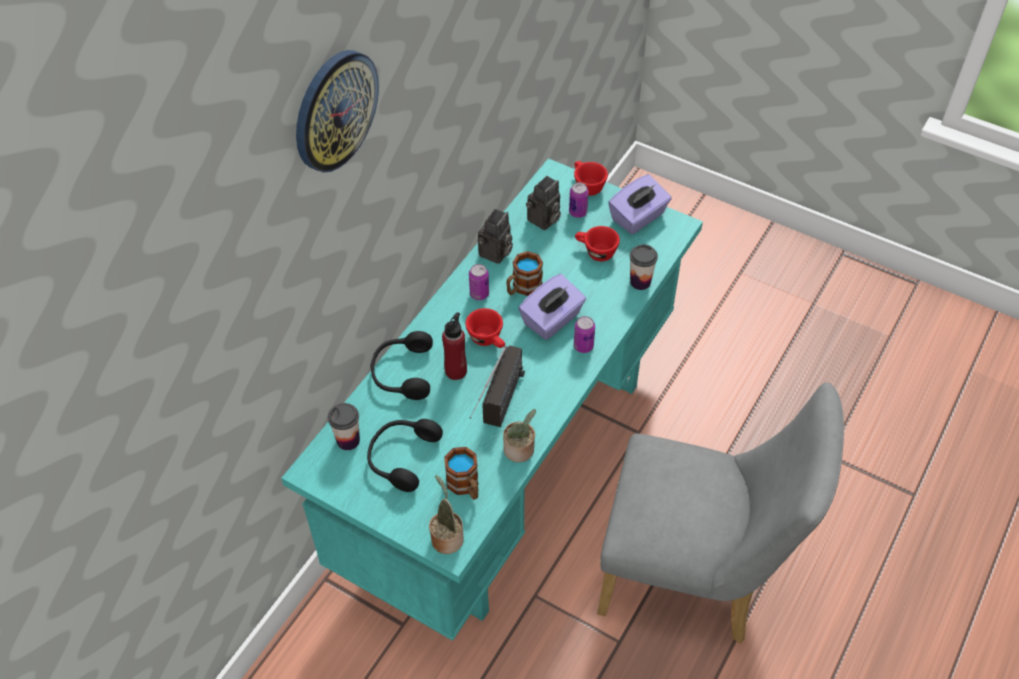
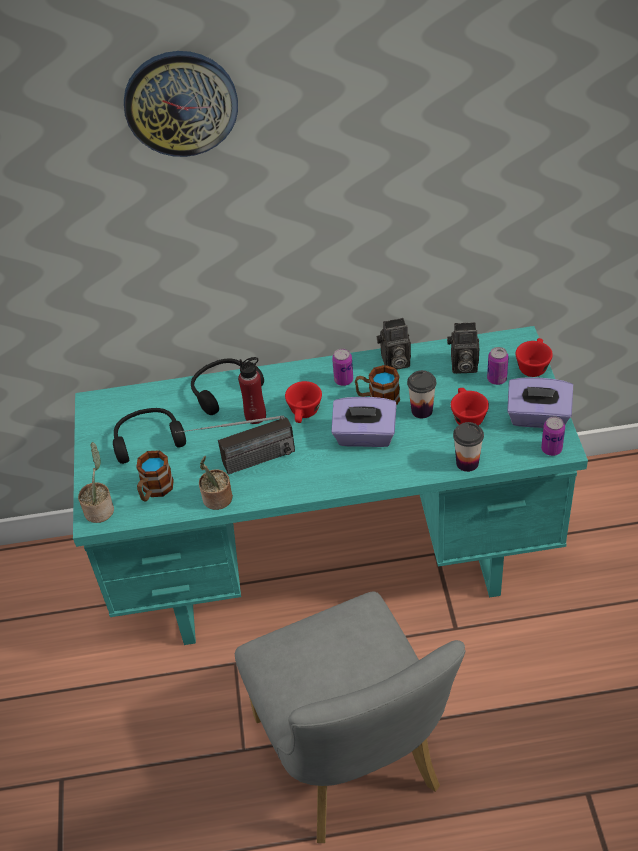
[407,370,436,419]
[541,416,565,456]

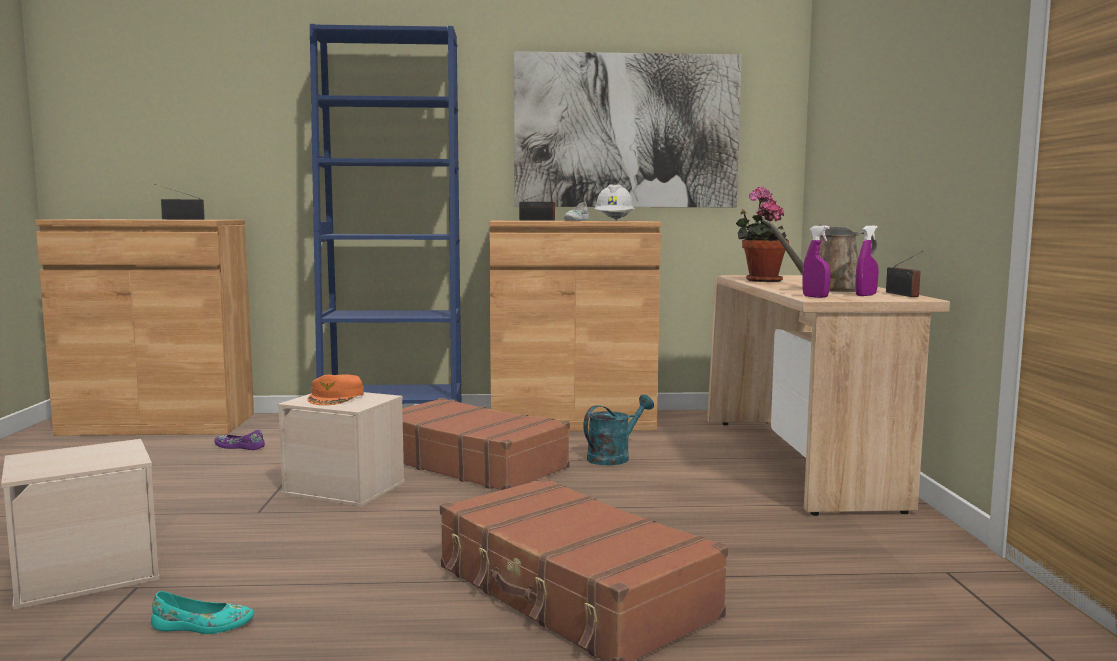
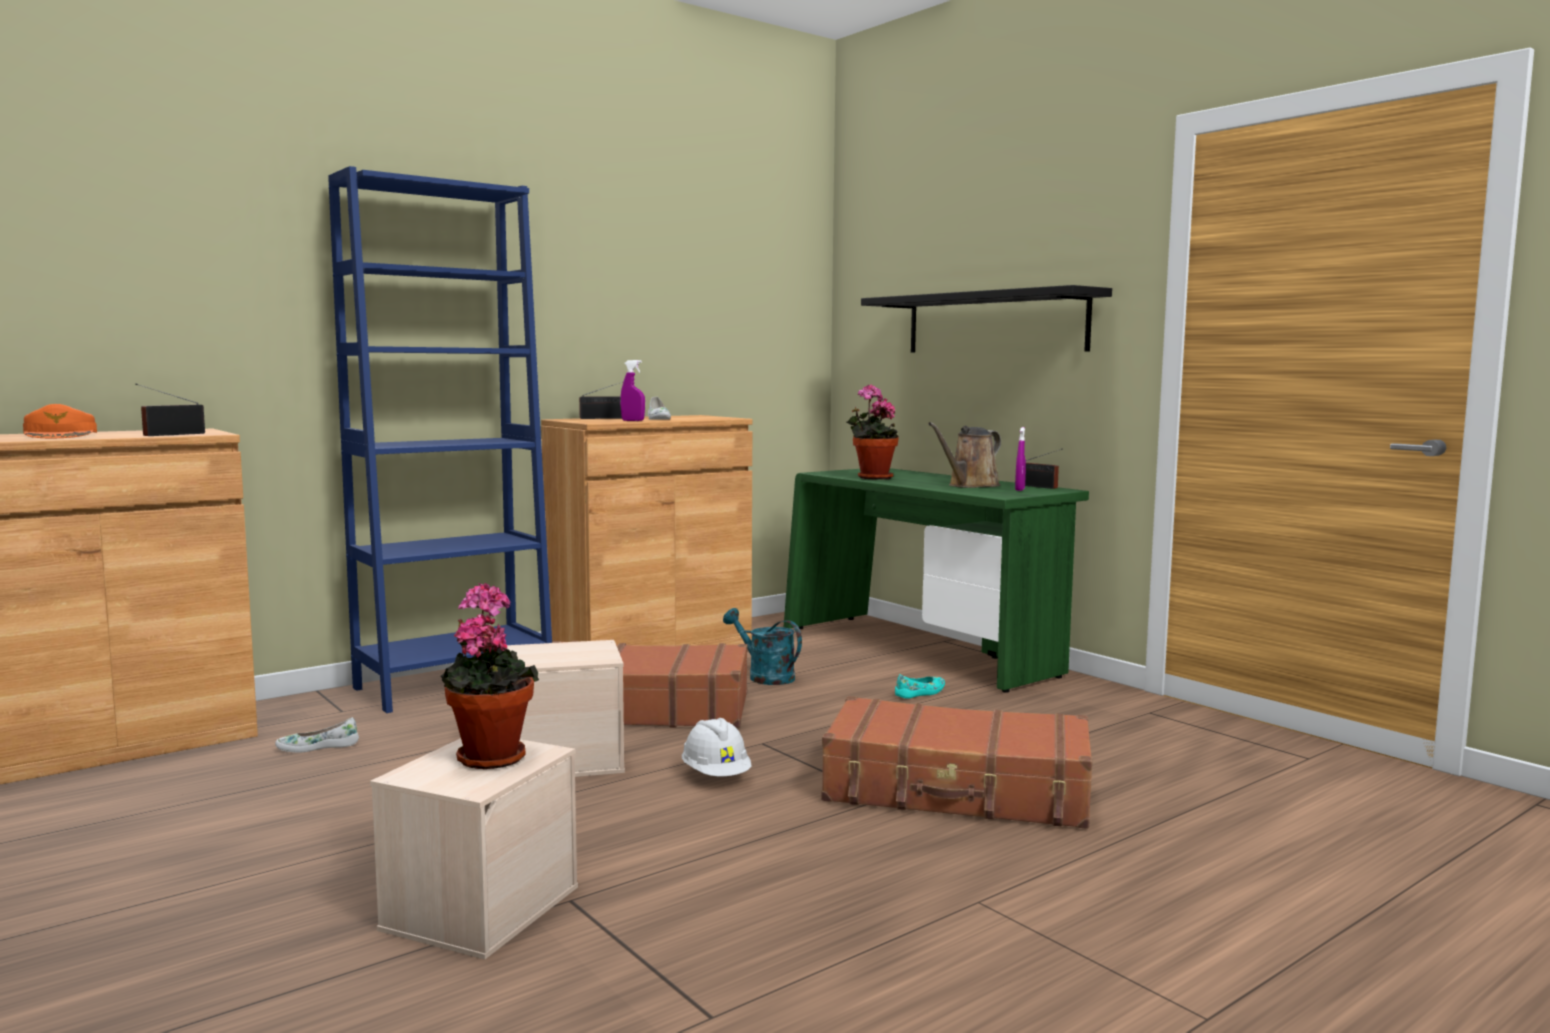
[895,674,945,699]
[275,717,359,753]
[23,404,97,438]
[514,51,742,207] (first image)
[723,608,802,685]
[682,718,752,776]
[784,468,1089,693]
[620,360,645,421]
[440,583,539,769]
[861,285,1112,352]

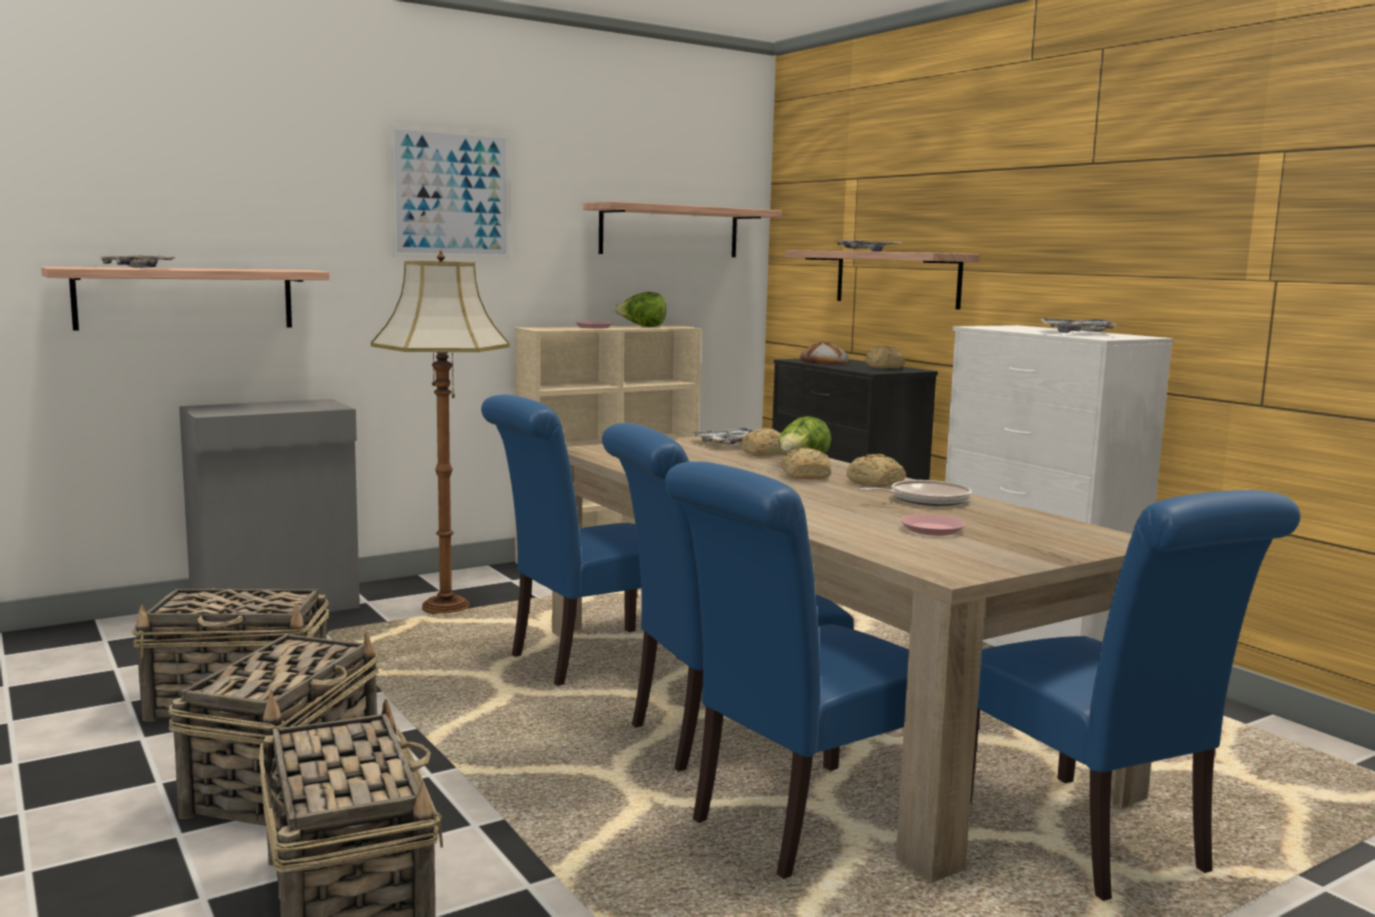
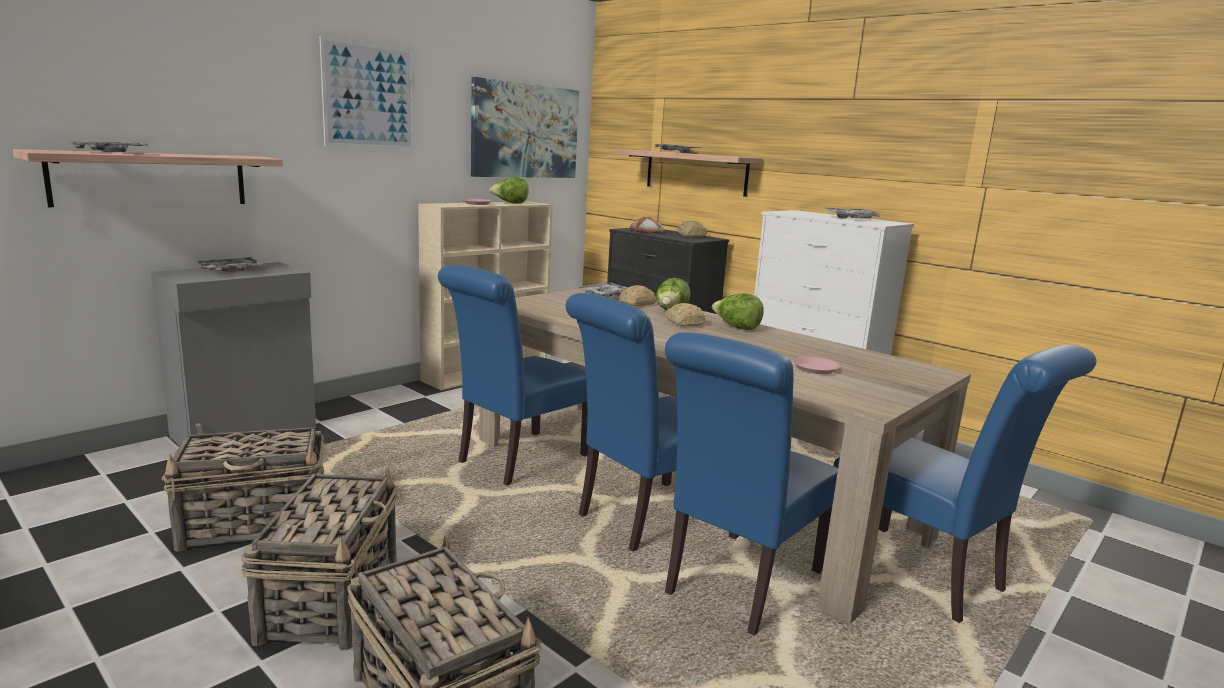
[371,249,510,614] (first image)
[471,77,579,178]
[712,293,764,330]
[860,480,972,506] (first image)
[197,257,265,271]

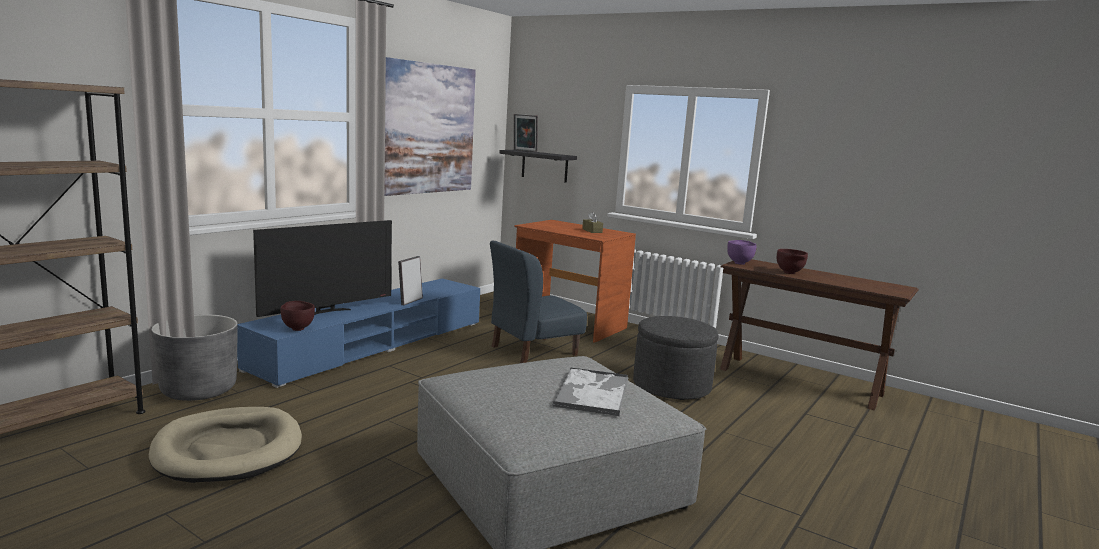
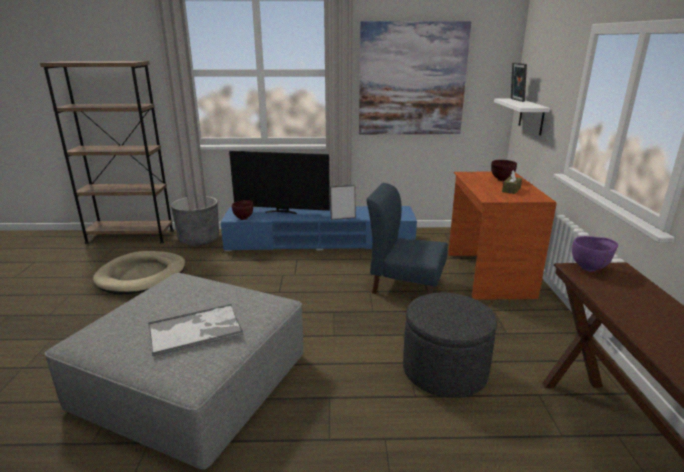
[494,98,550,135]
[491,160,517,181]

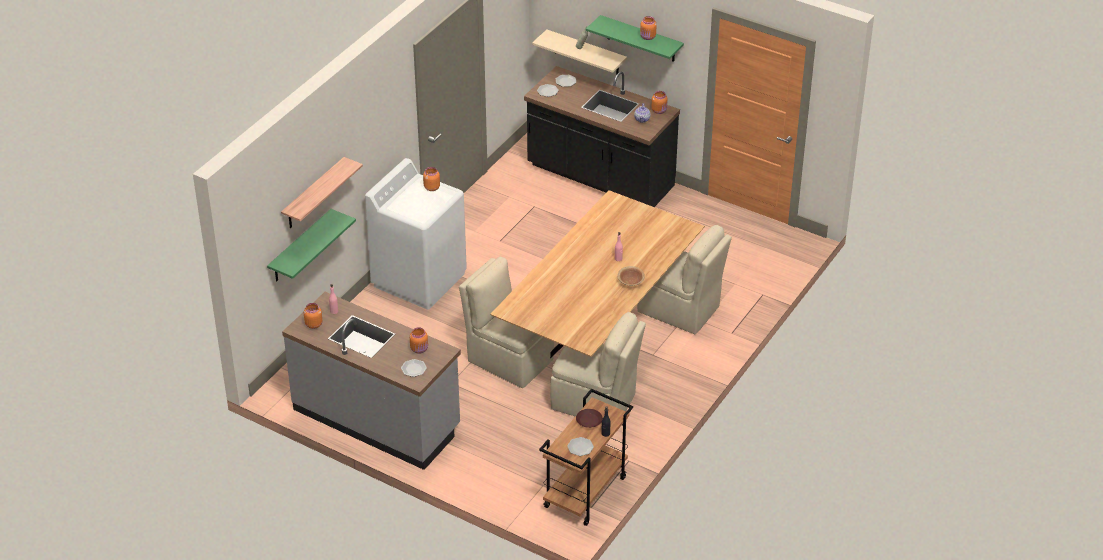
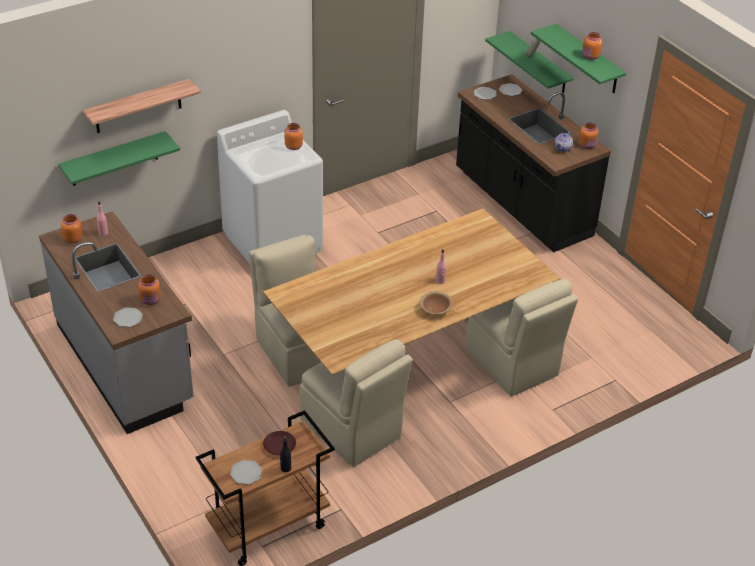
[485,31,573,96]

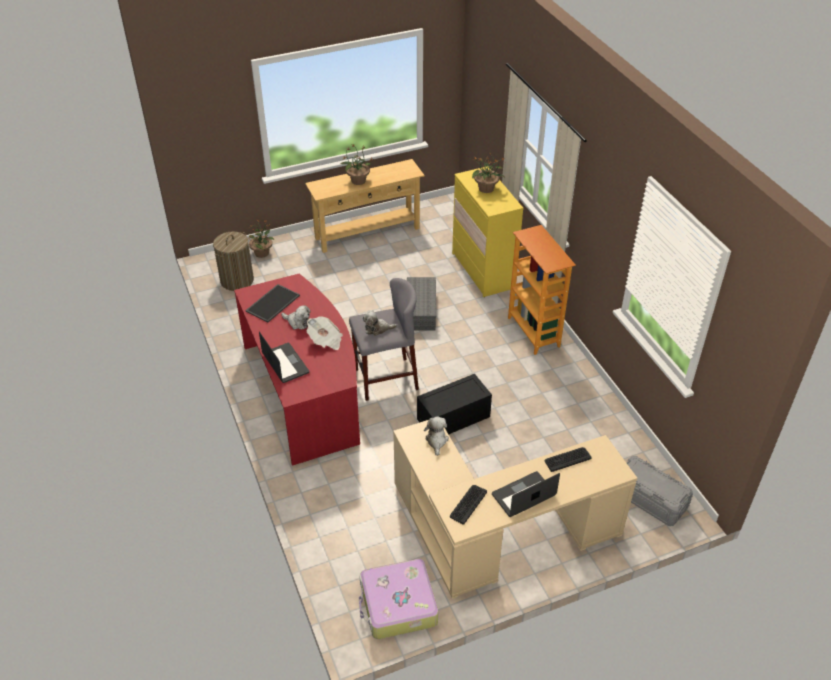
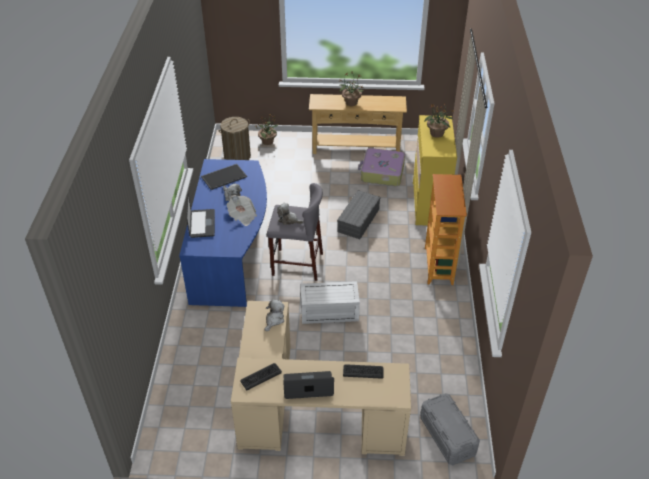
[179,159,267,307]
[358,148,405,186]
[300,281,360,324]

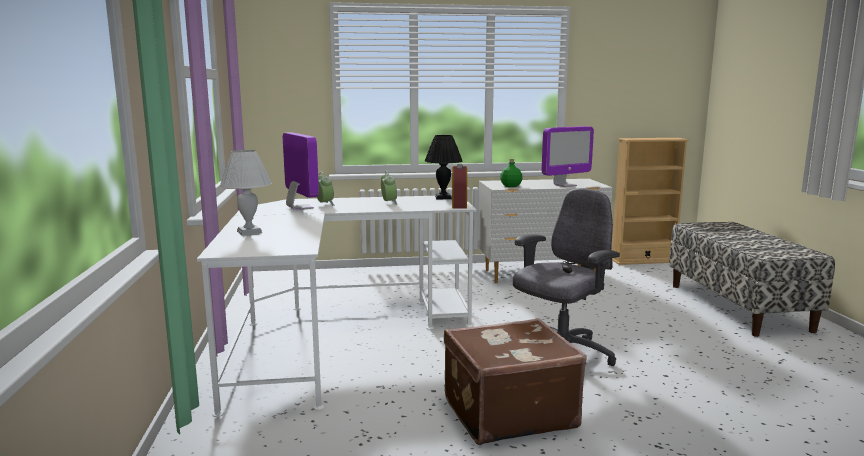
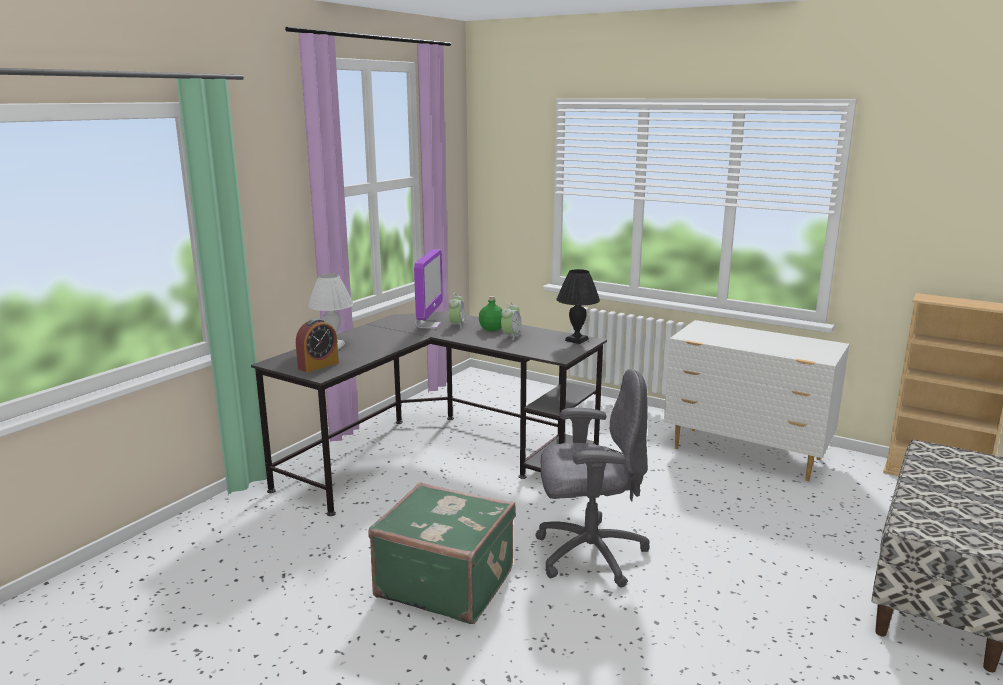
[251,311,607,516]
[368,482,516,624]
[296,318,339,373]
[479,296,503,331]
[542,126,594,187] (first image)

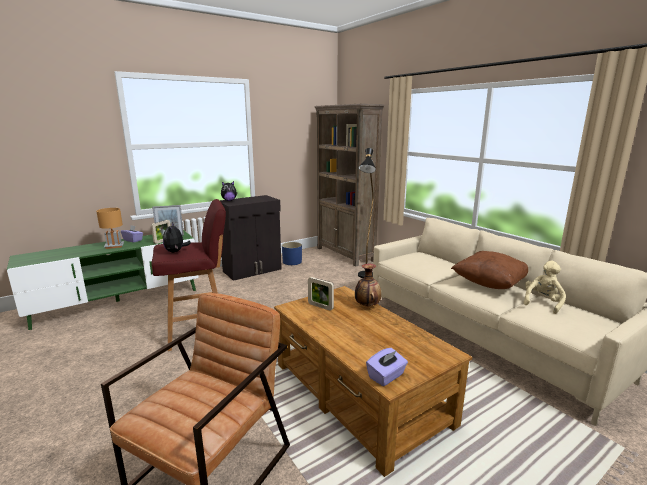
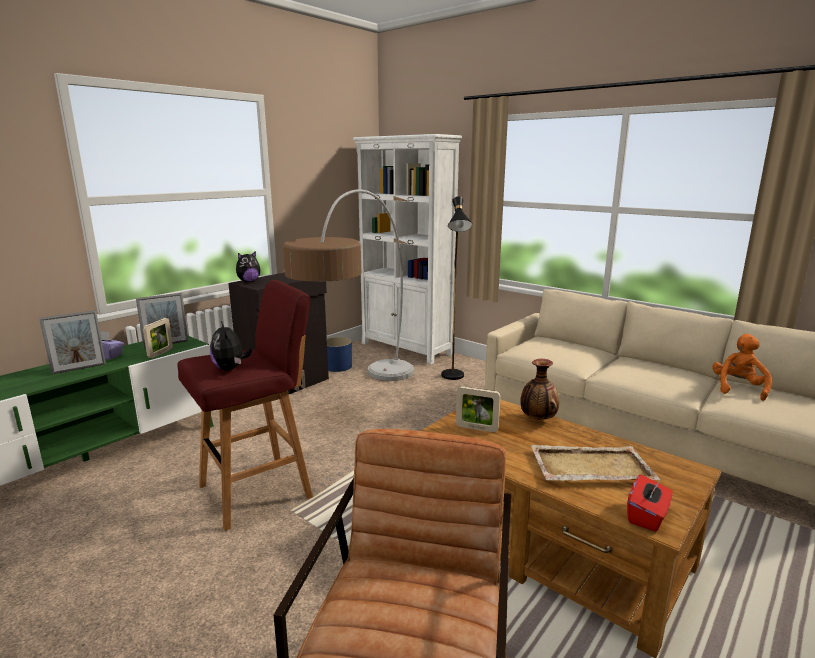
[39,310,106,375]
[353,134,462,364]
[627,475,673,532]
[451,251,528,289] (first image)
[713,334,772,401]
[283,189,414,381]
[531,445,660,481]

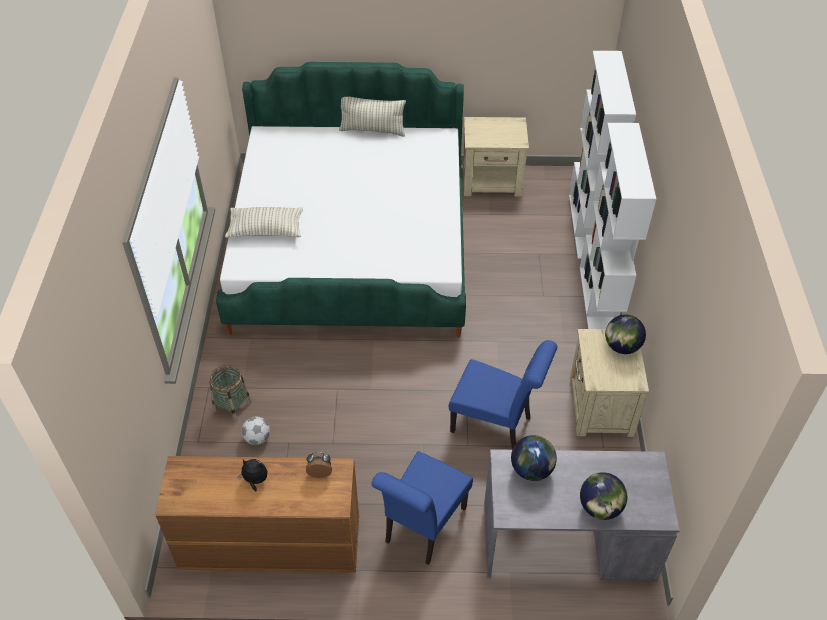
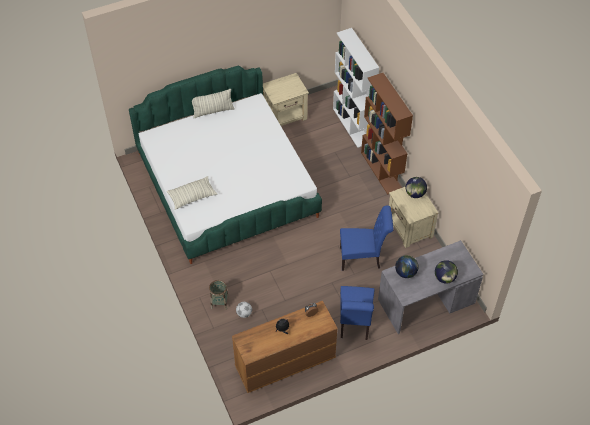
[361,73,413,194]

